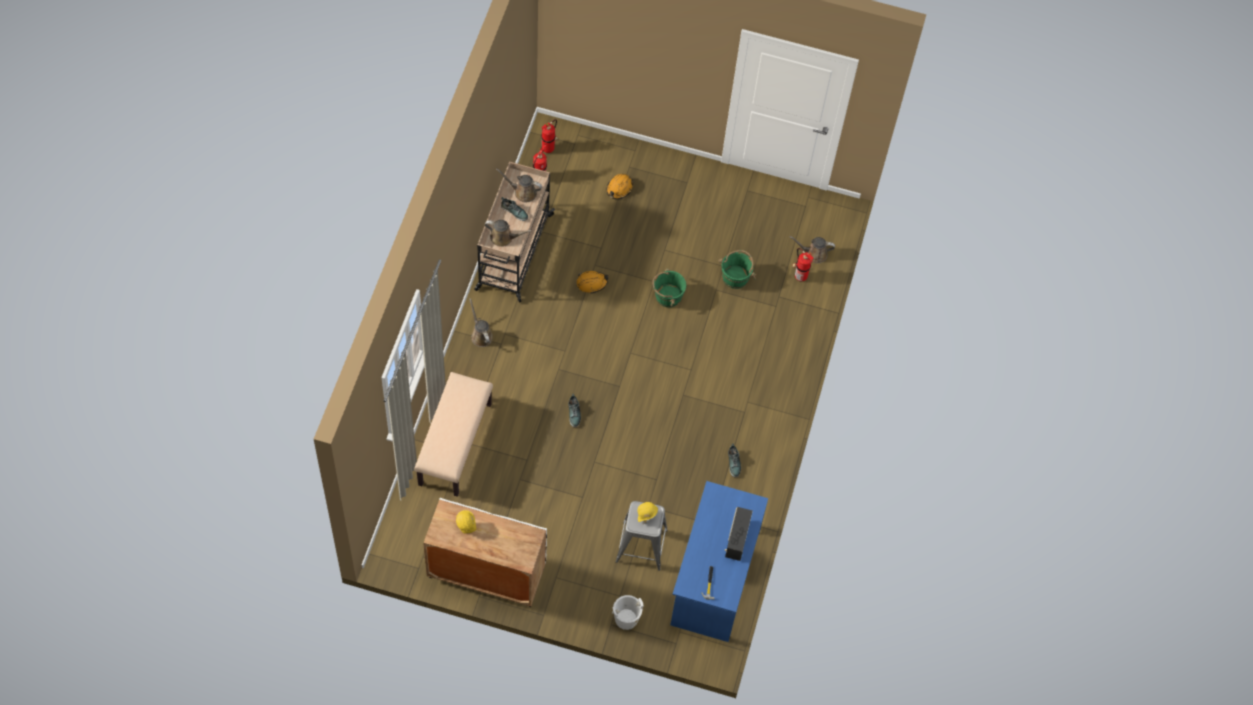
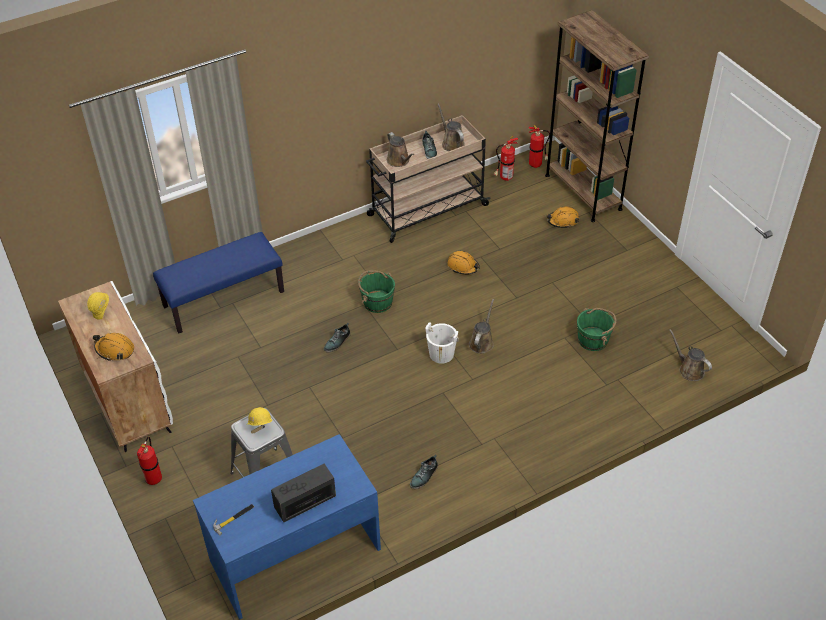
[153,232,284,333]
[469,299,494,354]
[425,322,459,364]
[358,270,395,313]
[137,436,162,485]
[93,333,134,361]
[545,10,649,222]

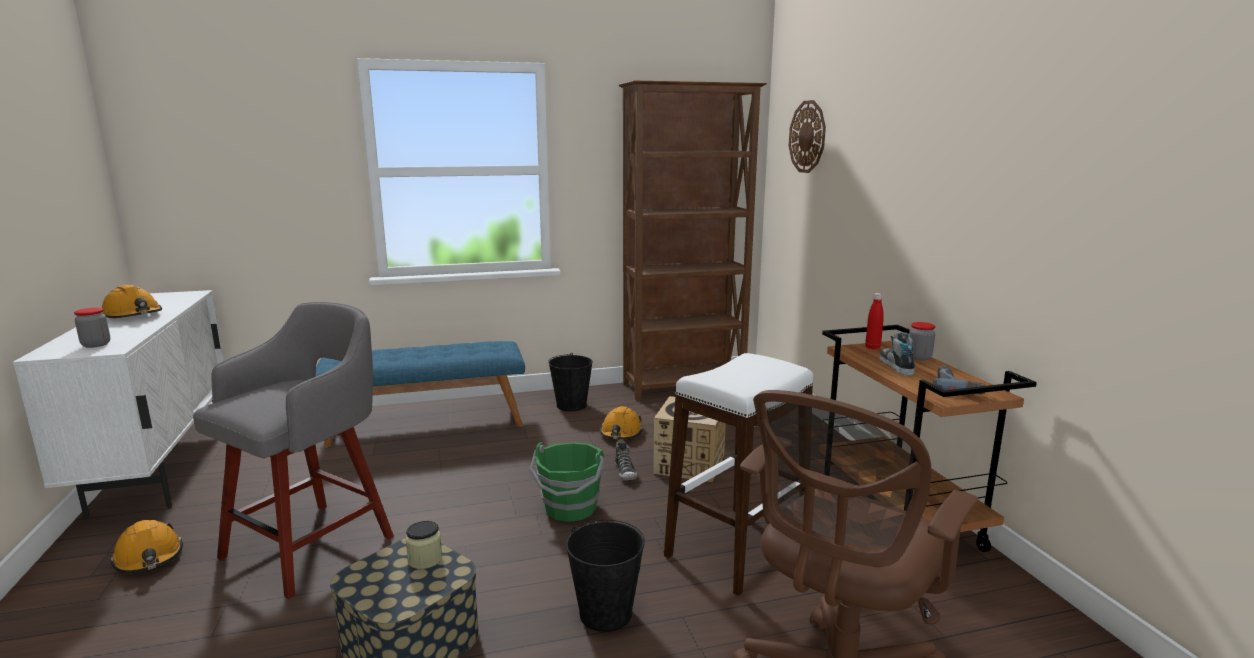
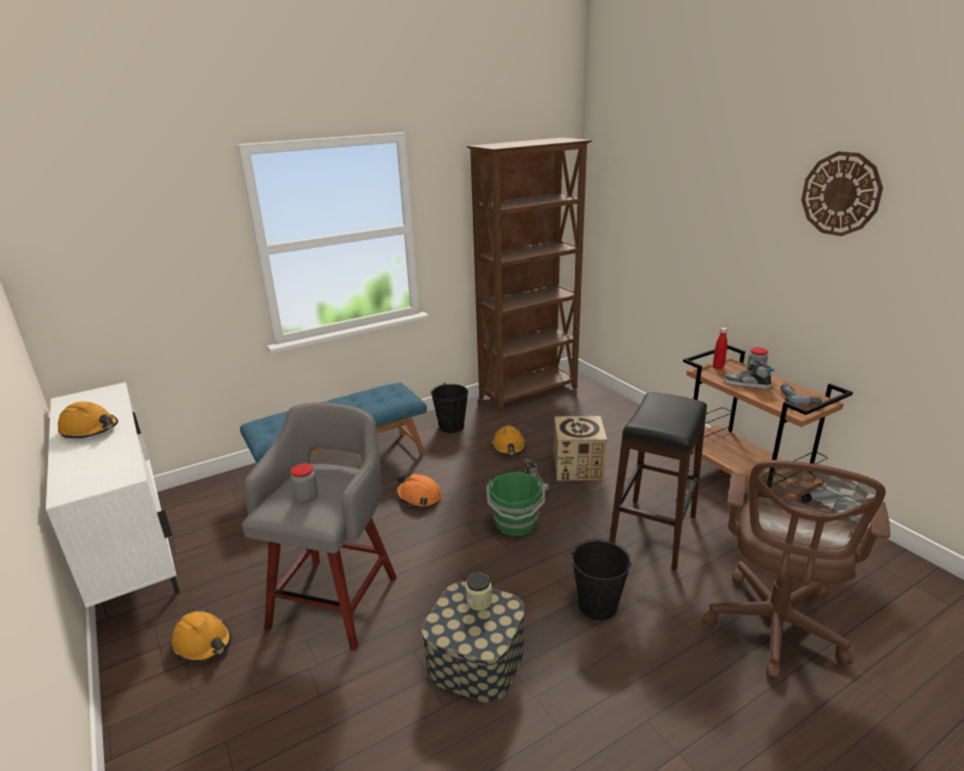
[290,463,318,503]
[609,392,707,571]
[801,151,883,236]
[724,359,774,389]
[396,474,442,506]

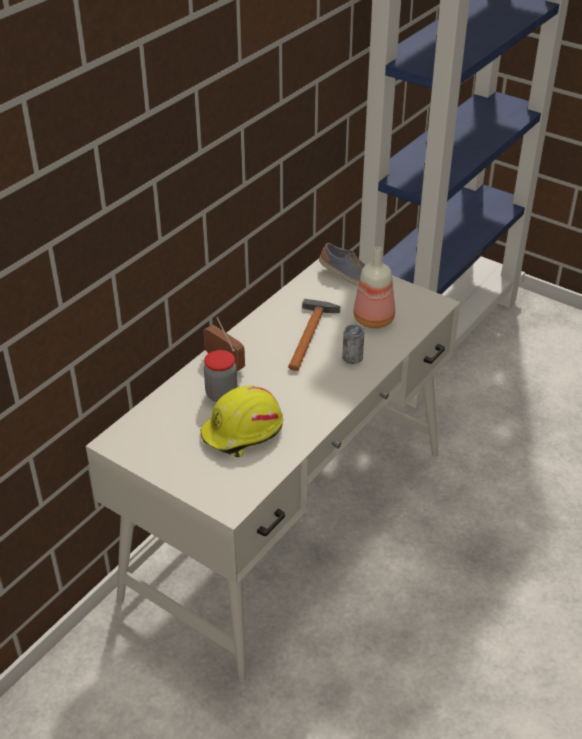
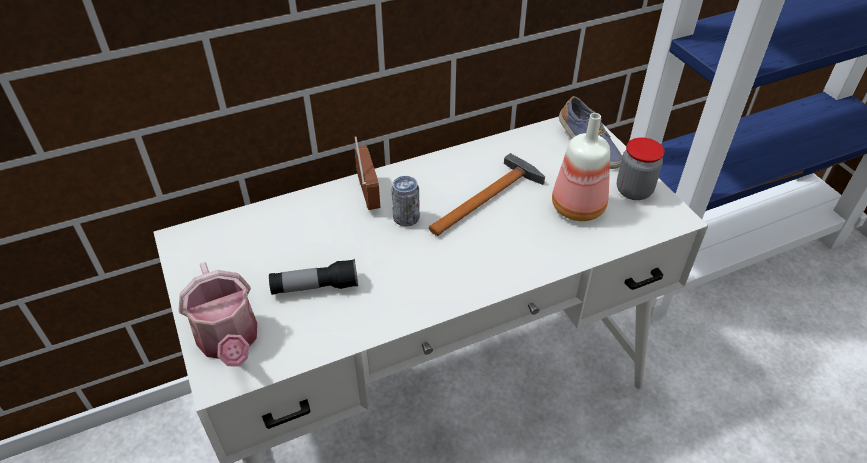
[269,259,358,295]
[617,137,665,200]
[391,176,420,226]
[179,262,257,367]

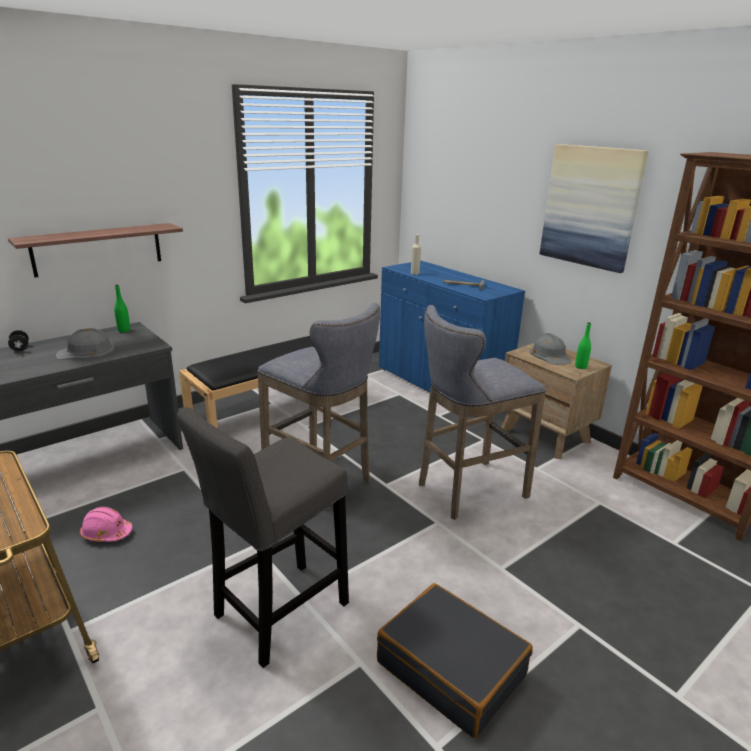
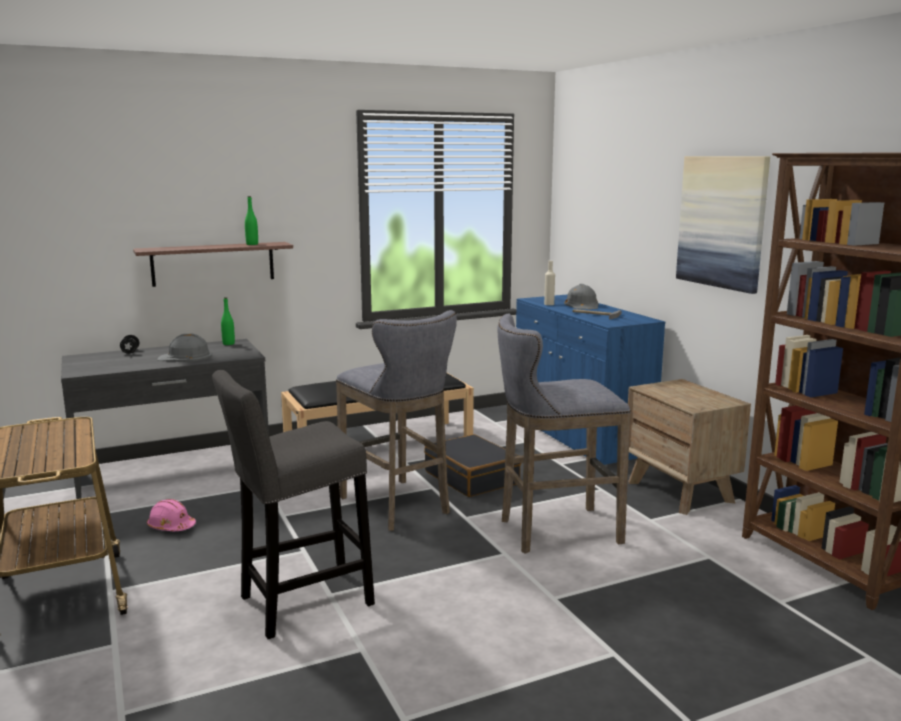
[424,434,521,497]
[564,284,599,309]
[245,196,258,245]

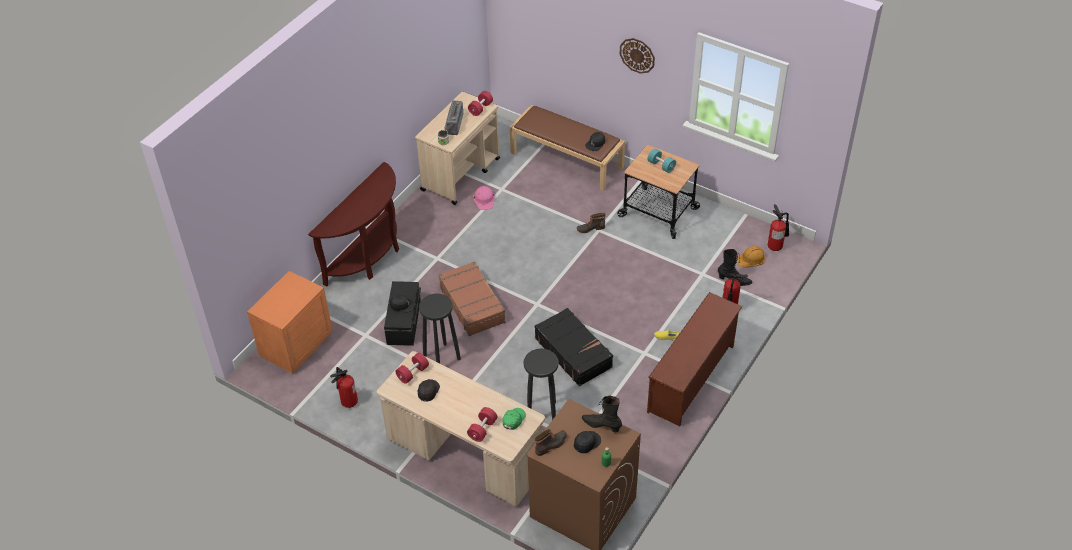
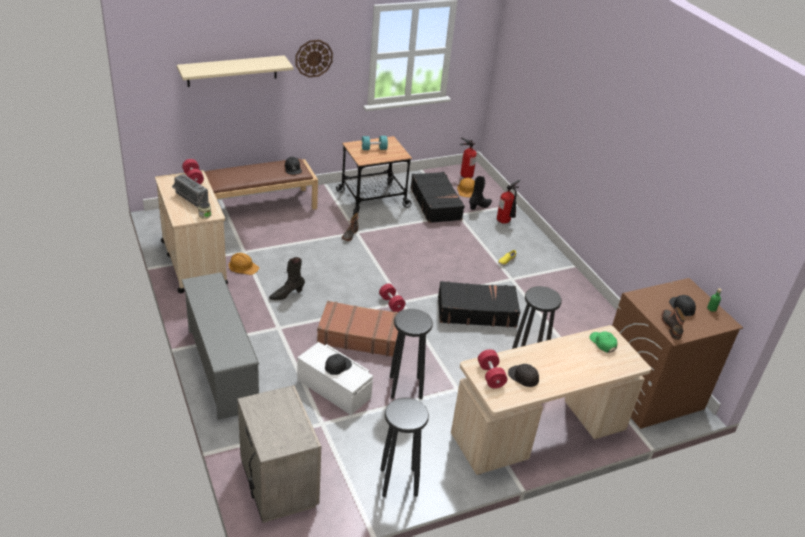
[237,385,321,523]
[182,272,259,420]
[380,398,429,497]
[297,342,373,415]
[379,284,406,312]
[229,253,259,275]
[269,257,305,300]
[647,292,743,426] (first image)
[177,55,293,87]
[410,172,465,223]

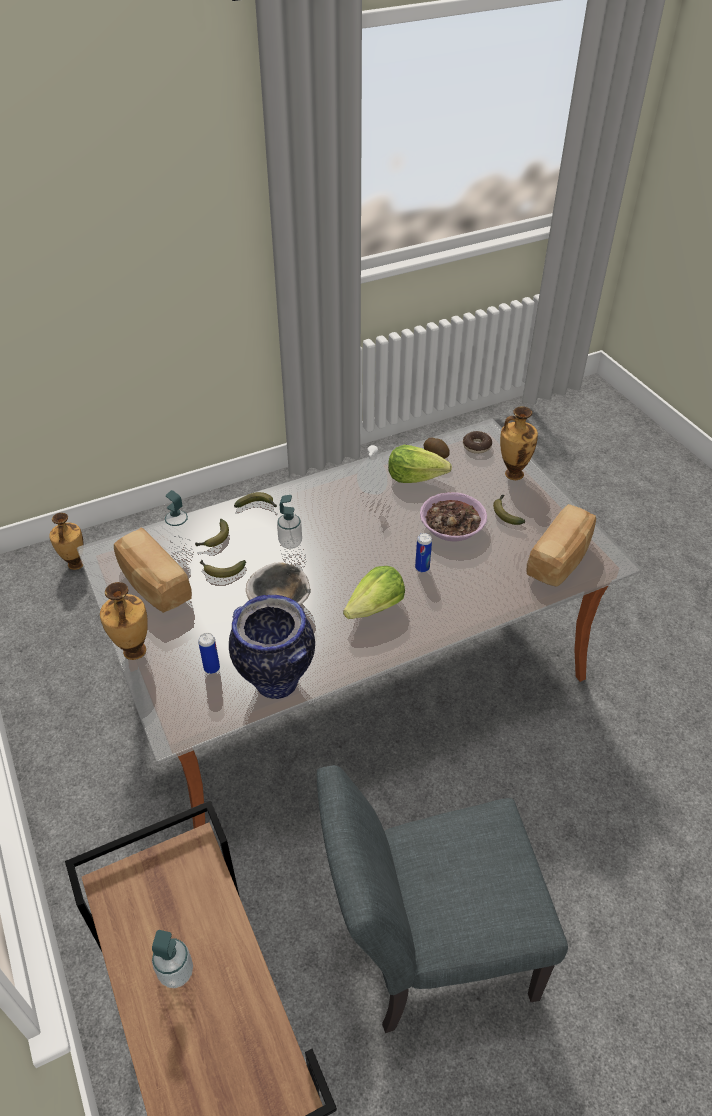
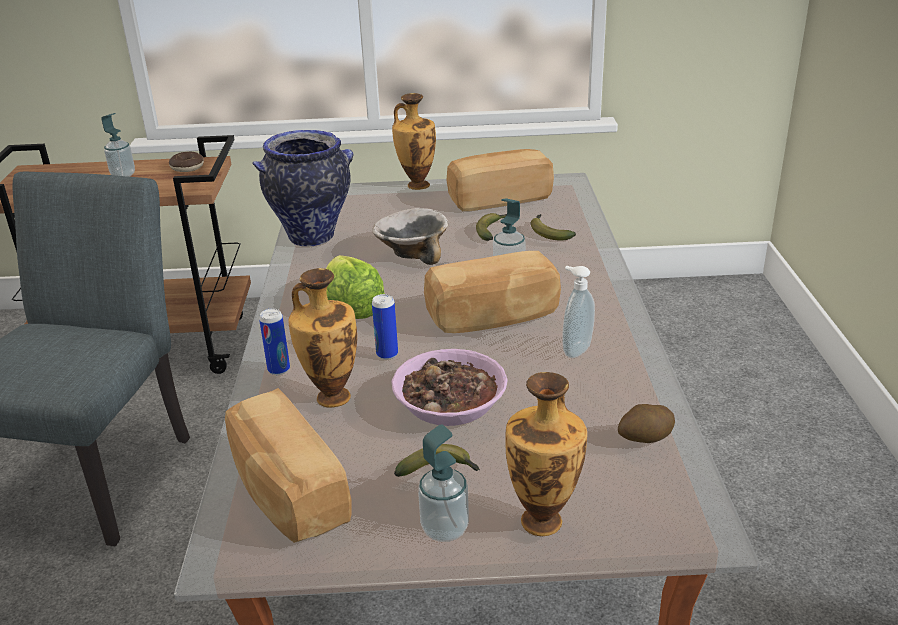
[288,268,357,408]
[418,424,469,542]
[259,308,290,375]
[234,492,277,508] (first image)
[388,445,452,483] (first image)
[169,151,204,172]
[424,251,561,333]

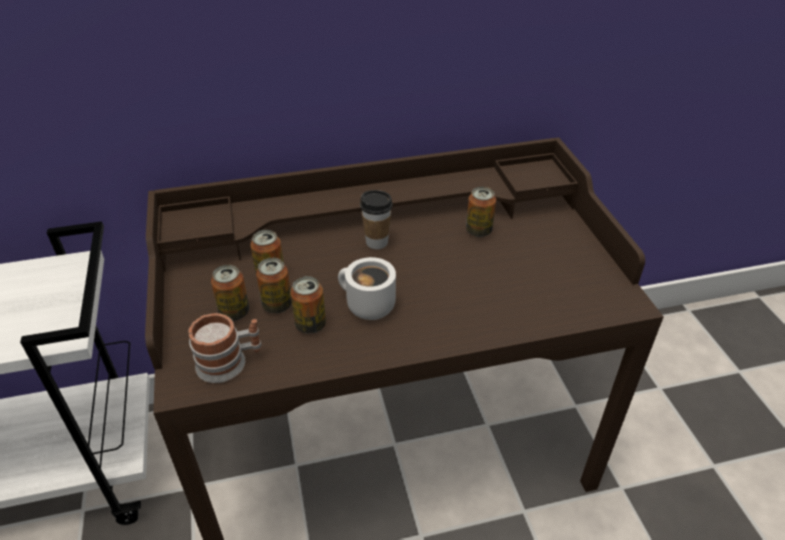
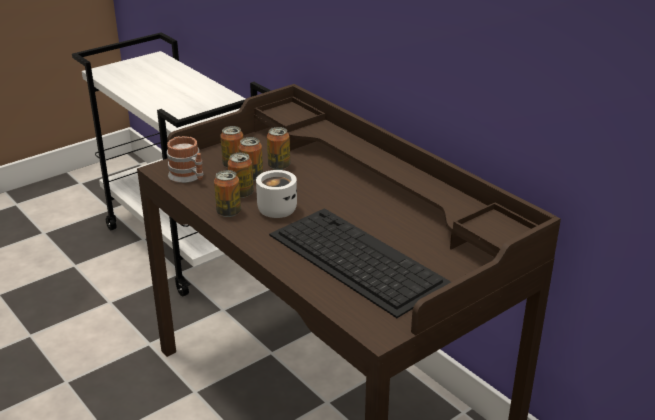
[360,190,393,249] (first image)
[214,170,241,217]
[269,208,451,318]

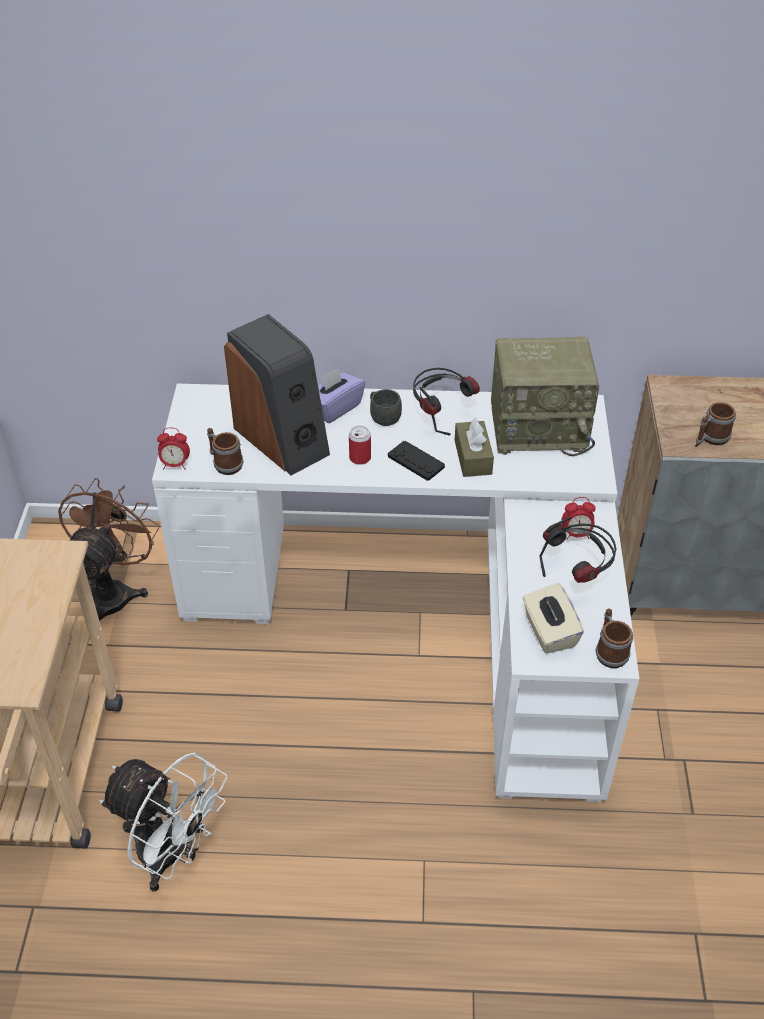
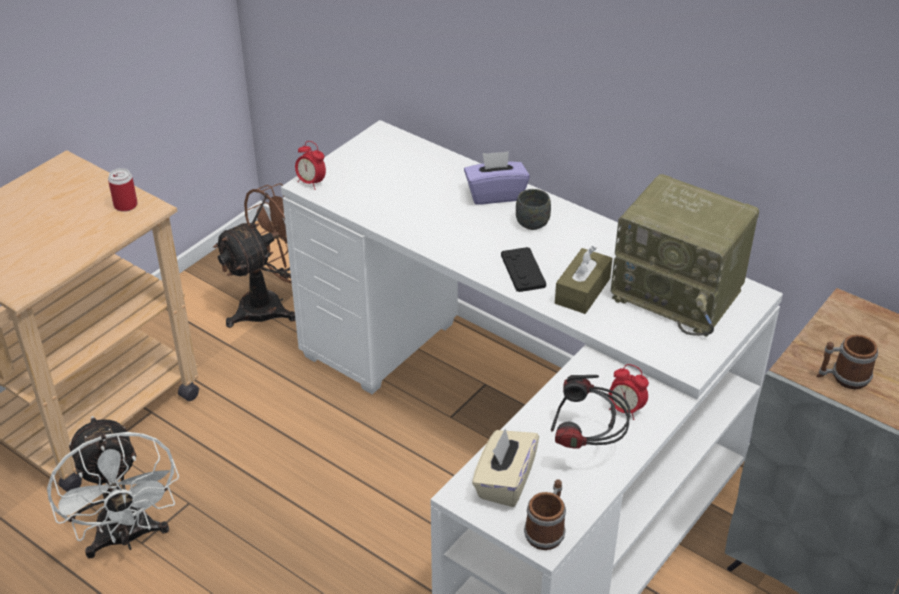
[207,428,244,475] (first image)
[224,314,330,475] (first image)
[108,168,138,212]
[413,368,480,436] (first image)

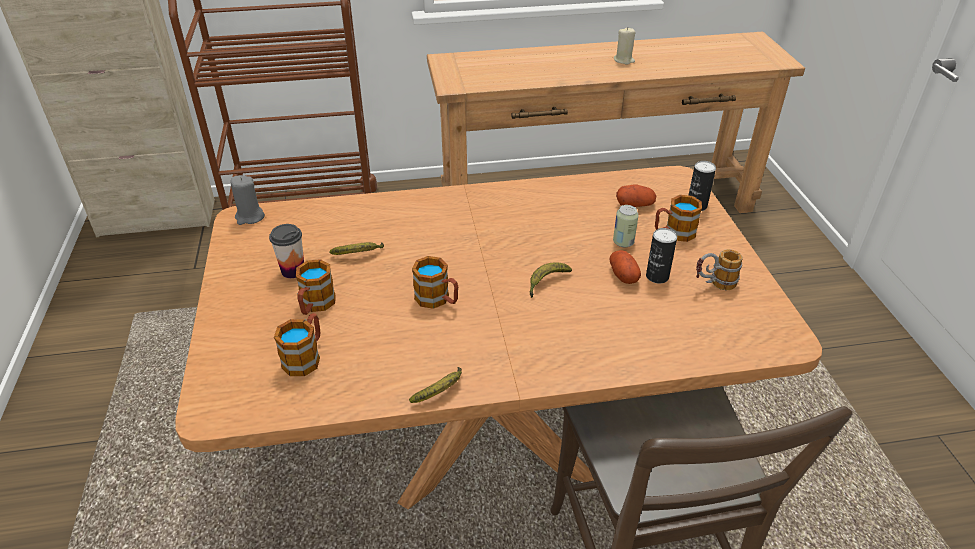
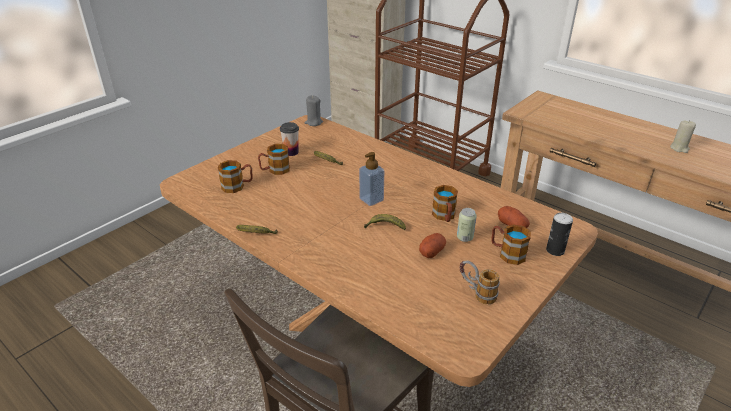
[432,185,458,222]
[646,228,677,283] (first image)
[359,152,384,206]

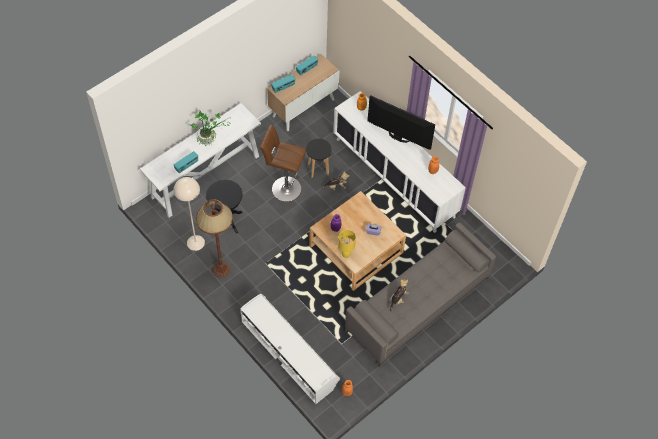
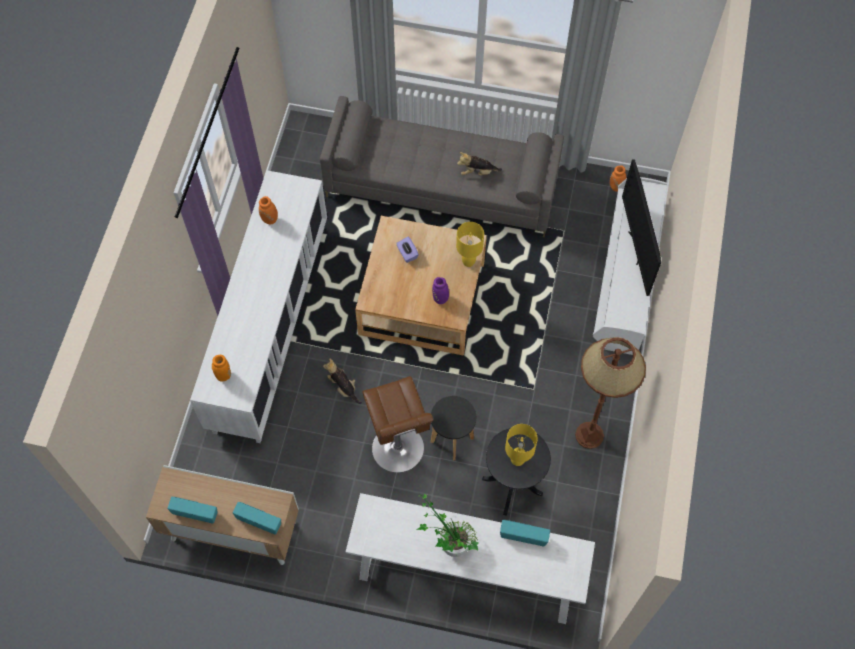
[174,177,205,251] (first image)
[431,396,476,460]
[622,159,661,296]
[505,424,538,466]

